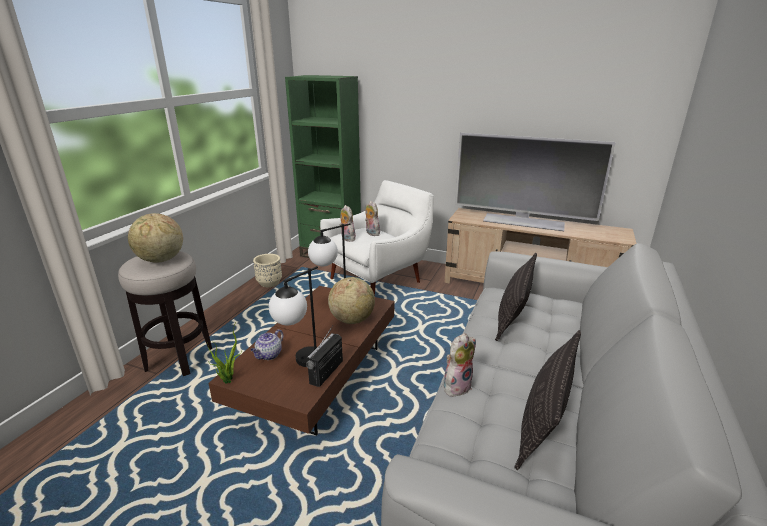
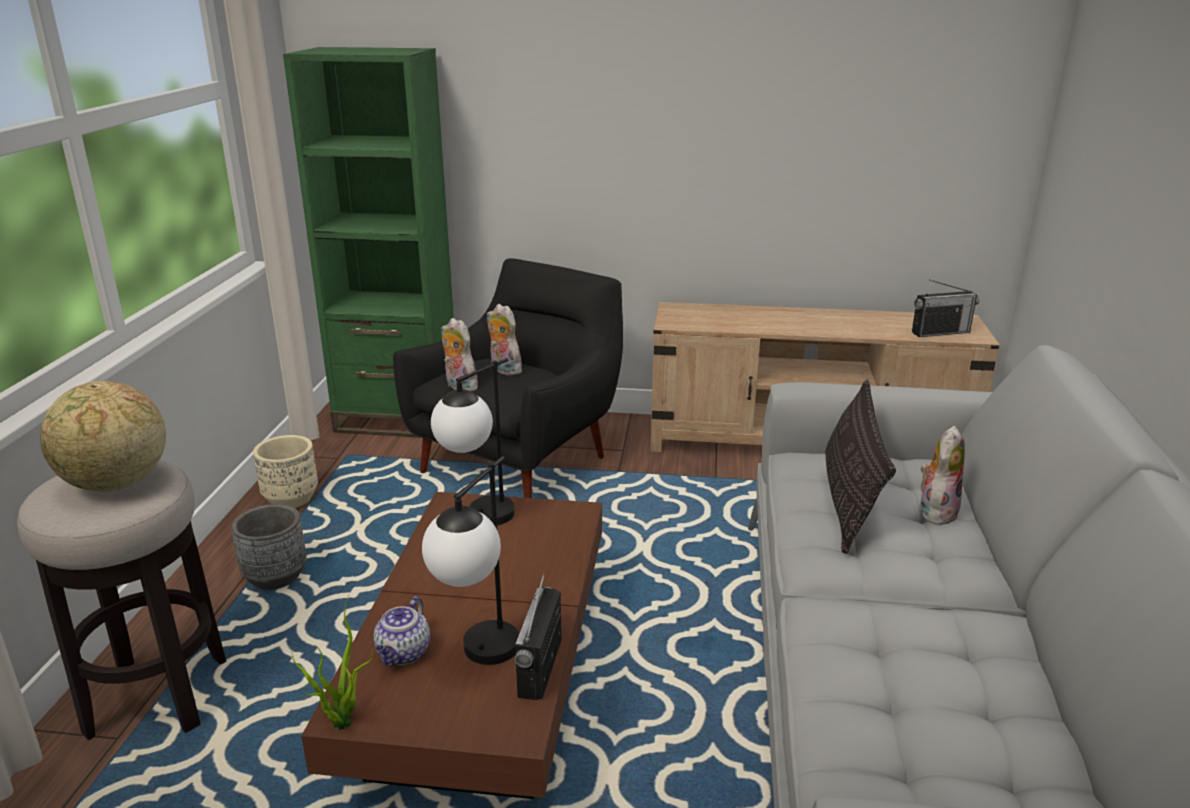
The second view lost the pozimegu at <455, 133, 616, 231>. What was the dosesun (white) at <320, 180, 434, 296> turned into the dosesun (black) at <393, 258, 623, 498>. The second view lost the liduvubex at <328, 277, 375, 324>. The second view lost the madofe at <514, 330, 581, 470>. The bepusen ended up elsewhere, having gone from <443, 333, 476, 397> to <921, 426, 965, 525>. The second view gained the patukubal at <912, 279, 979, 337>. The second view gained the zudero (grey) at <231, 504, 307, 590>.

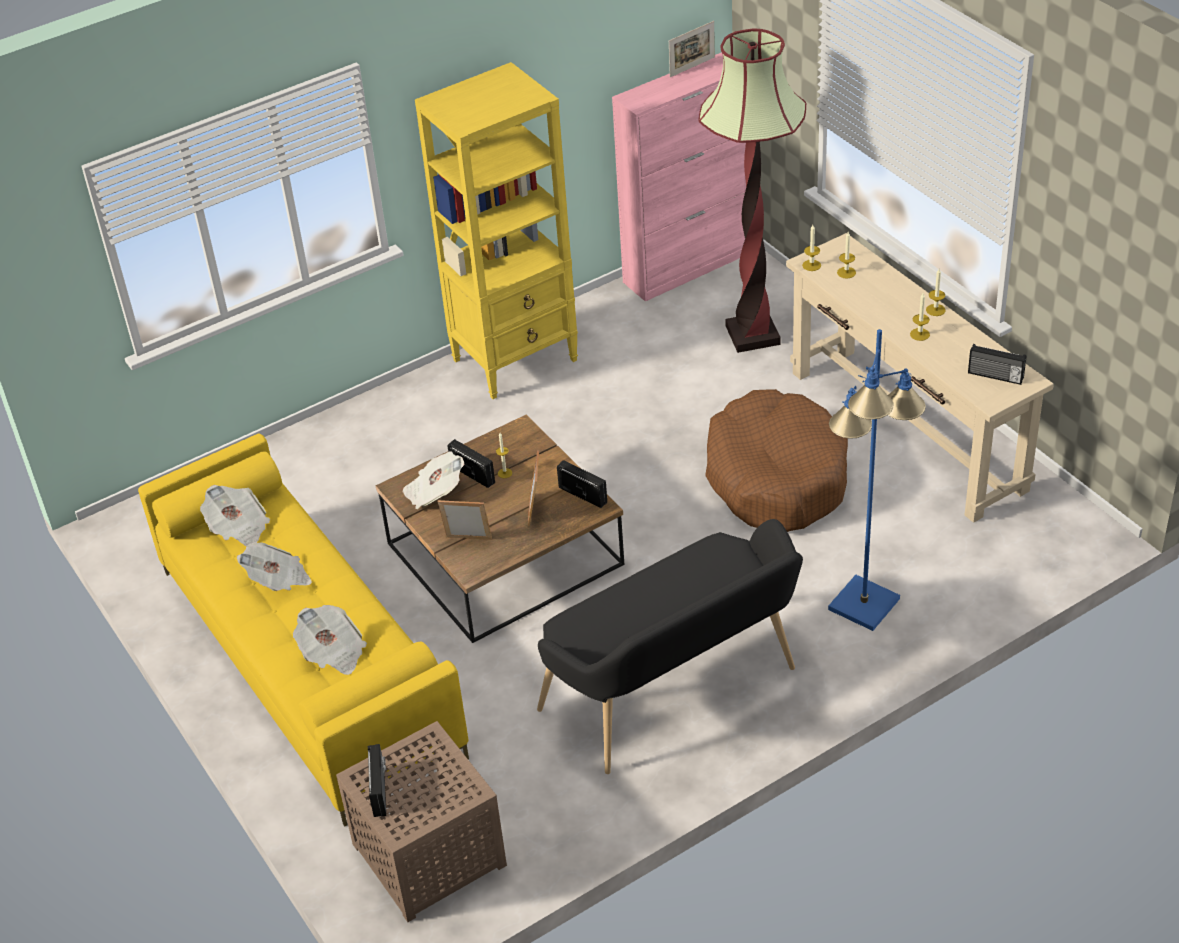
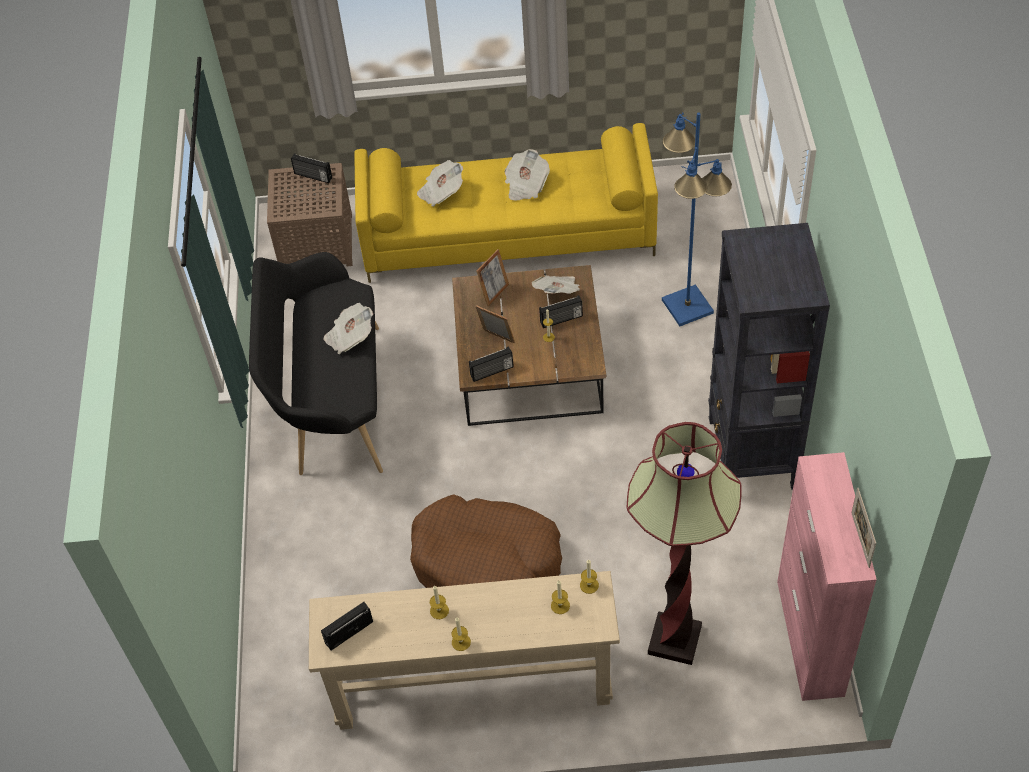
What was the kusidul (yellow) at <415, 62, 578, 399> turned into the kusidul (black) at <708, 223, 830, 490>. The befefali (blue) ended up elsewhere, having gone from <828, 329, 926, 631> to <662, 112, 732, 327>. The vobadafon ended up elsewhere, having gone from <200, 485, 270, 546> to <324, 303, 373, 355>.

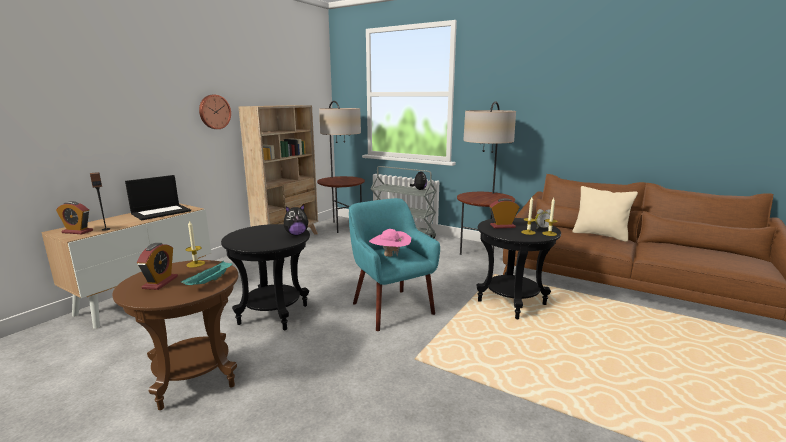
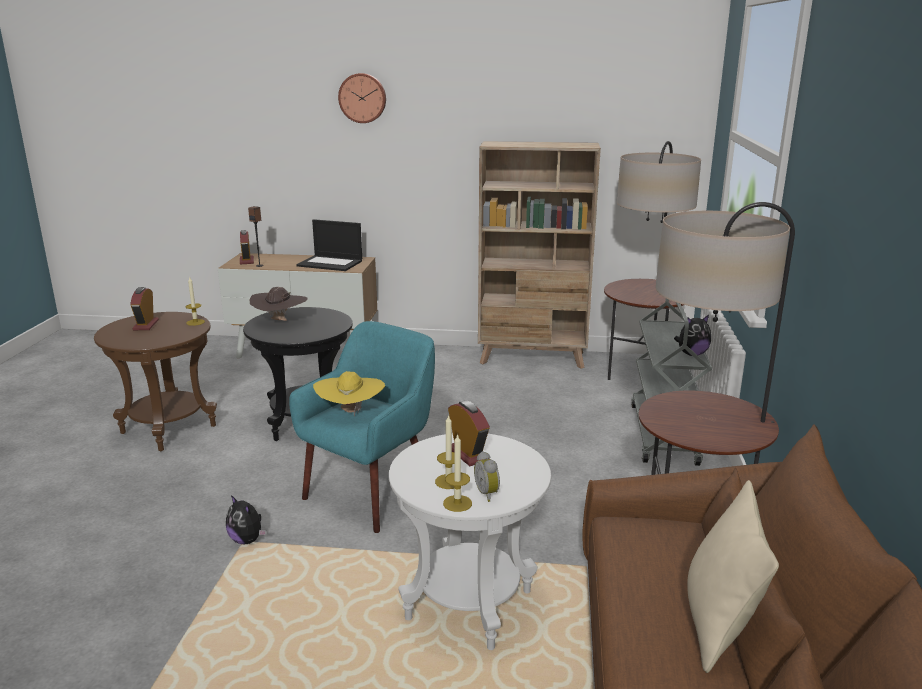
The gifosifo ended up elsewhere, having gone from <199, 95, 231, 129> to <338, 73, 386, 123>. The bepusen ended up elsewhere, having gone from <284, 205, 309, 235> to <226, 495, 267, 544>. What was the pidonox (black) at <477, 218, 561, 319> turned into the pidonox (white) at <389, 433, 551, 650>. What was the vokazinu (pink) at <369, 229, 411, 257> turned into the vokazinu (yellow) at <313, 371, 385, 417>. The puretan at <137, 243, 178, 290> ended up facing another way, 105 degrees clockwise from before. The second view lost the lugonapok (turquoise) at <181, 261, 232, 285>. The second view gained the vokazinu (brown) at <249, 287, 308, 321>.

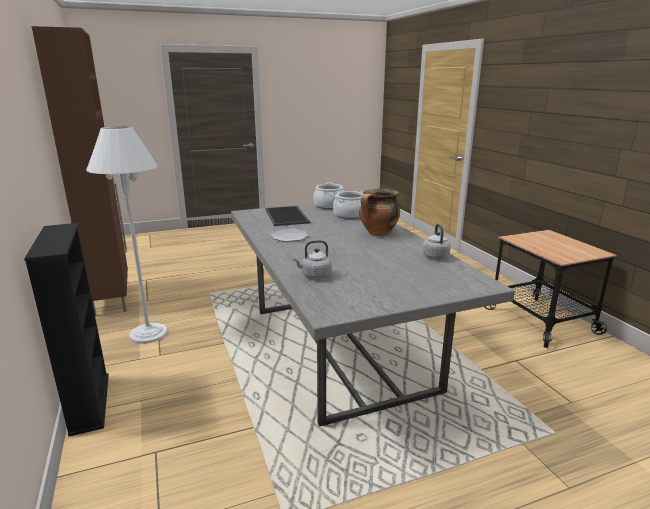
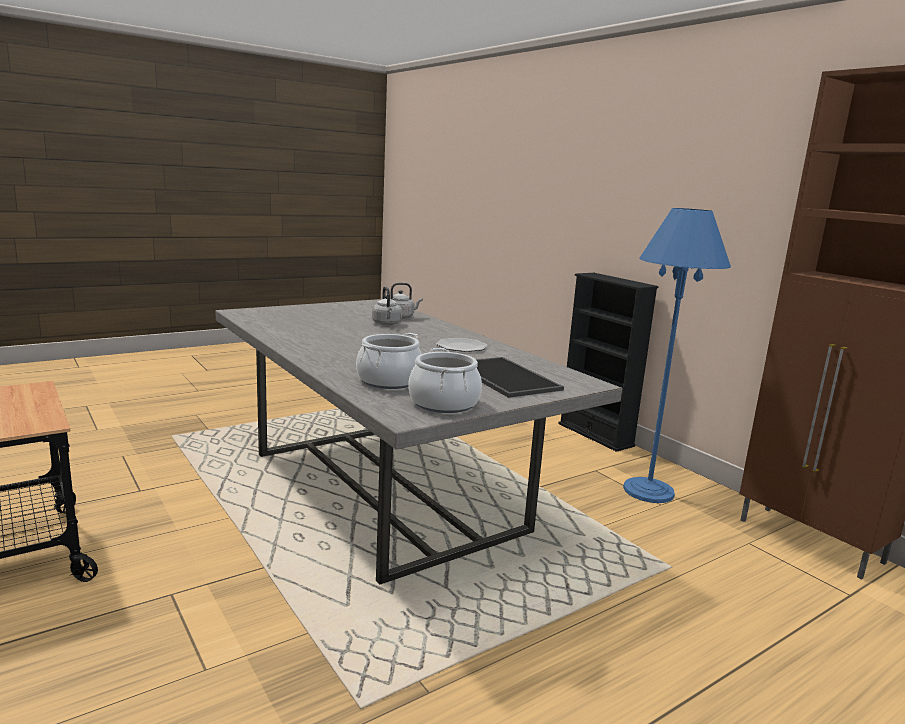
What was the befefali (white) at <86, 126, 168, 344> turned into the befefali (blue) at <623, 208, 731, 503>. The second view lost the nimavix at <359, 189, 400, 236>. The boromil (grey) ended up elsewhere, having gone from <422, 224, 451, 259> to <372, 286, 402, 325>.

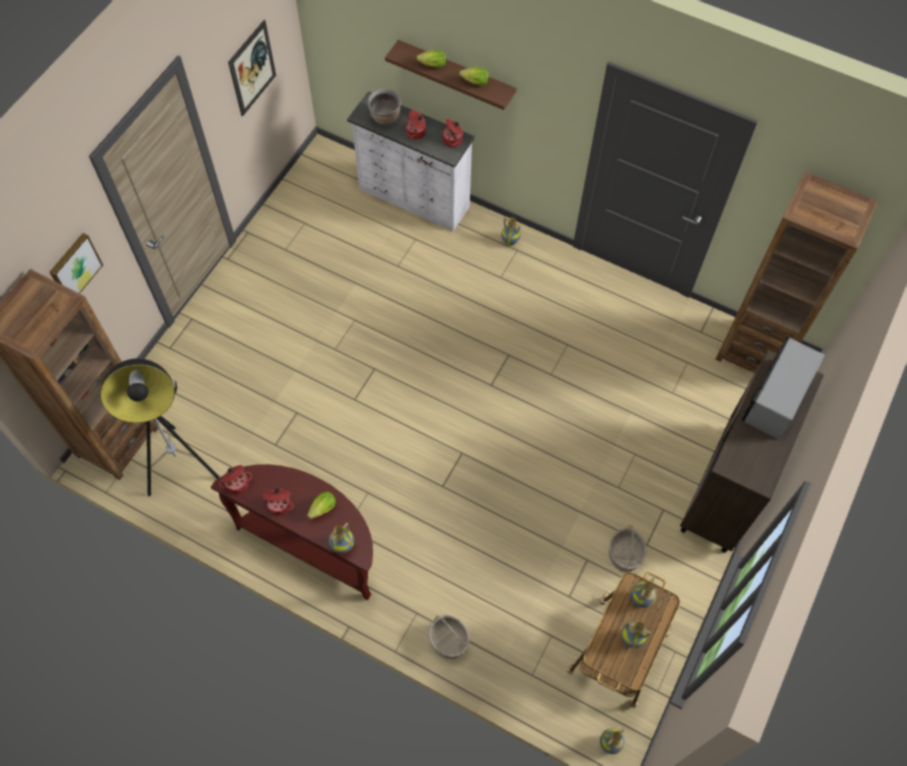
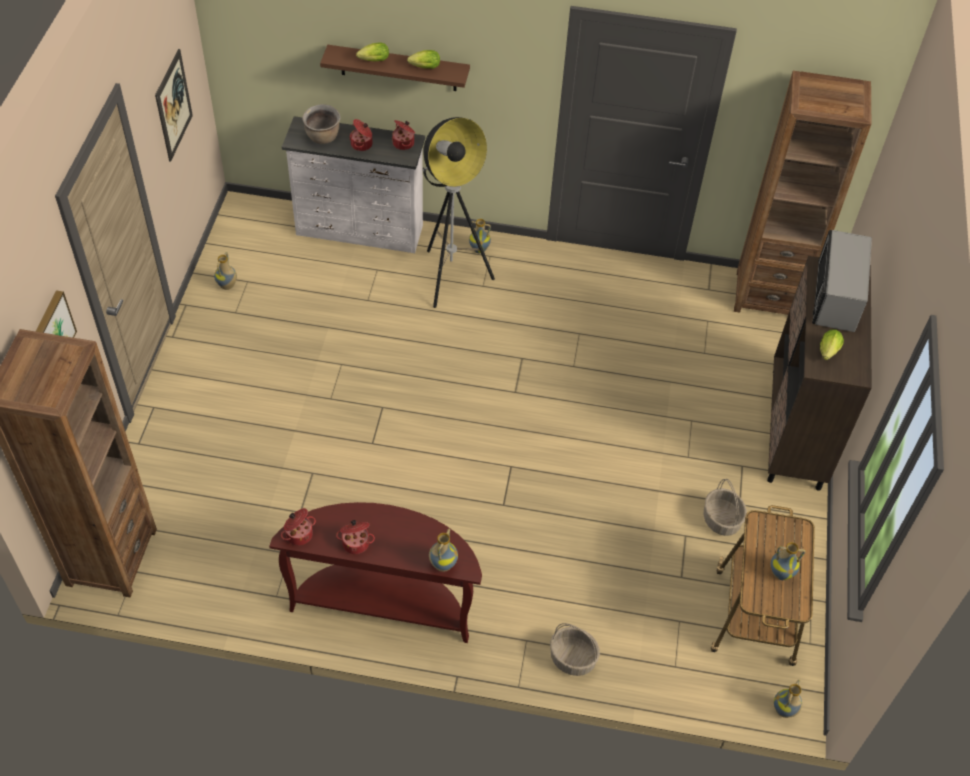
The befefali ended up elsewhere, having gone from <100, 358, 220, 496> to <423, 117, 495, 308>. The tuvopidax ended up elsewhere, having gone from <307, 491, 336, 519> to <820, 329, 844, 360>. The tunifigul ended up elsewhere, having gone from <630, 577, 656, 608> to <214, 252, 237, 290>.

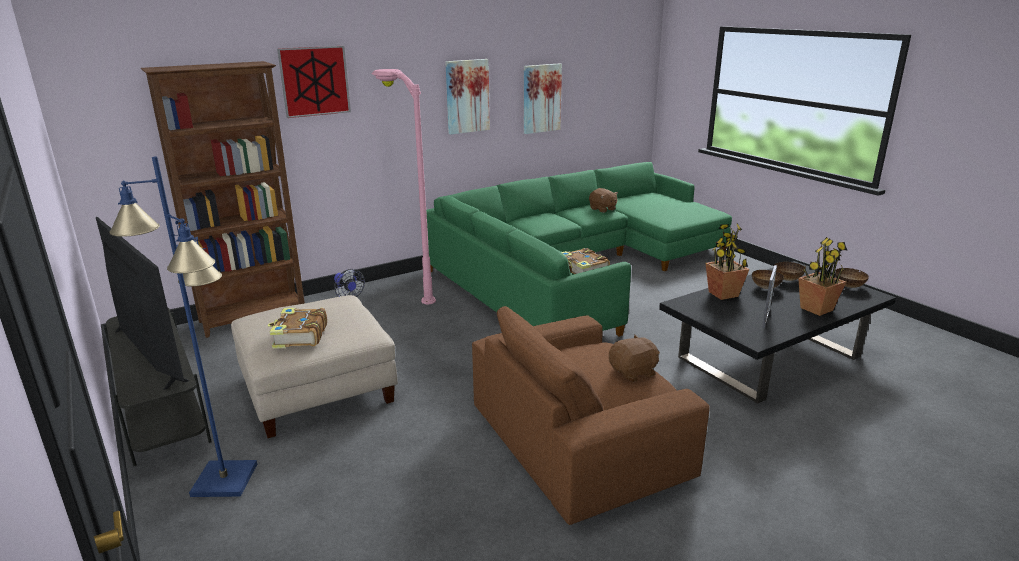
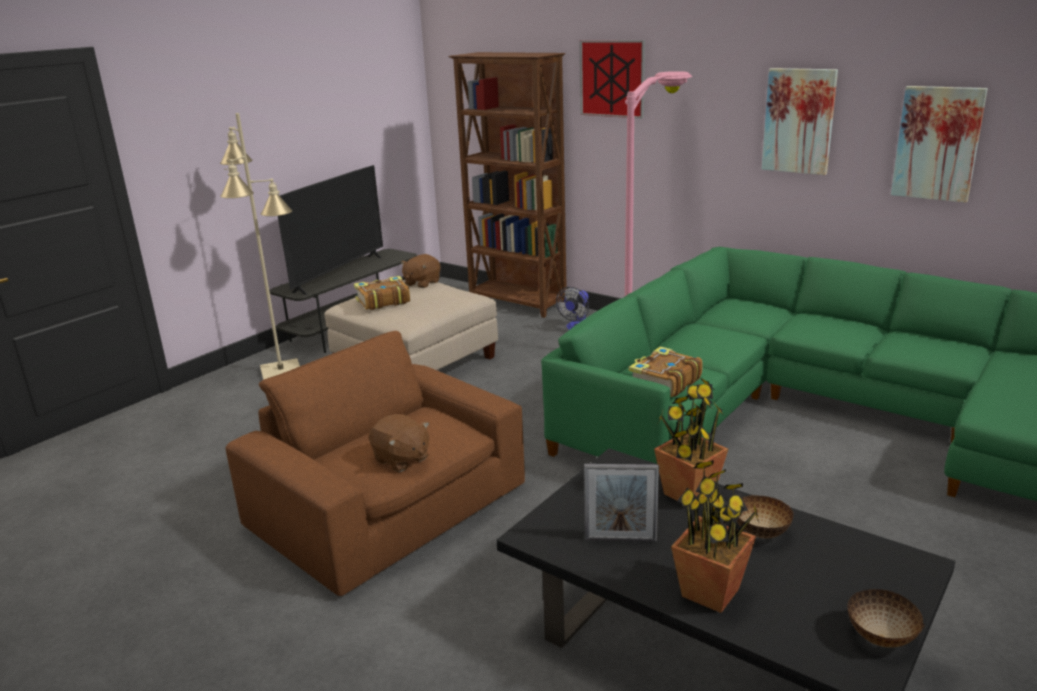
What was the befefali (blue) at <109, 156, 257, 497> turned into the befefali (beige) at <220, 113, 300, 380>. The bepusen (brown) ended up elsewhere, having gone from <589, 188, 618, 213> to <401, 254, 441, 288>. The second view lost the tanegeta at <775, 262, 806, 281>.

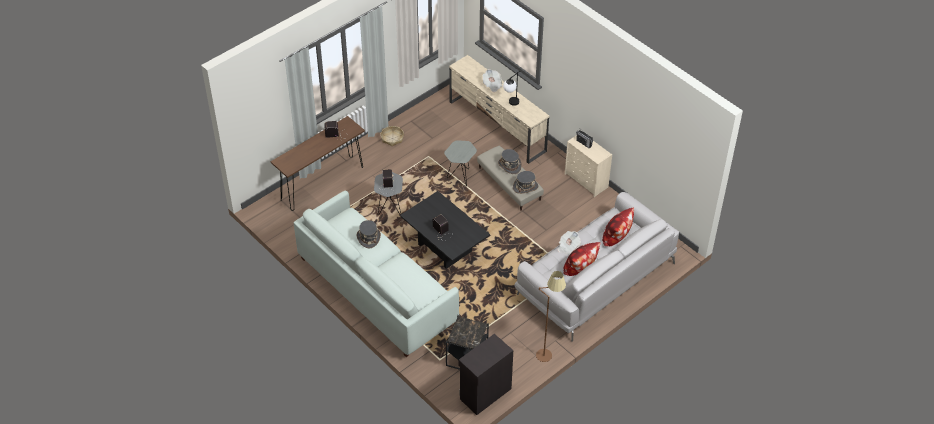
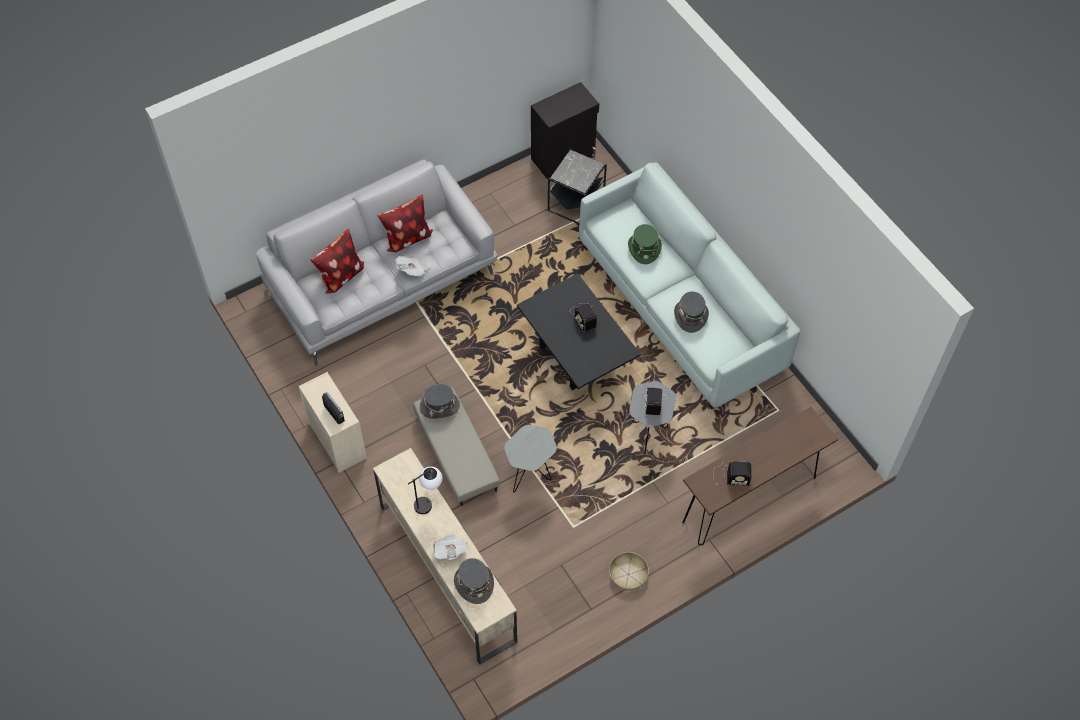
The vokazinu (grey) ended up elsewhere, having gone from <498, 149, 522, 174> to <454, 558, 494, 604>. The second view lost the befefali (brown) at <536, 271, 566, 362>. The second view gained the vokazinu (green) at <628, 224, 662, 264>.

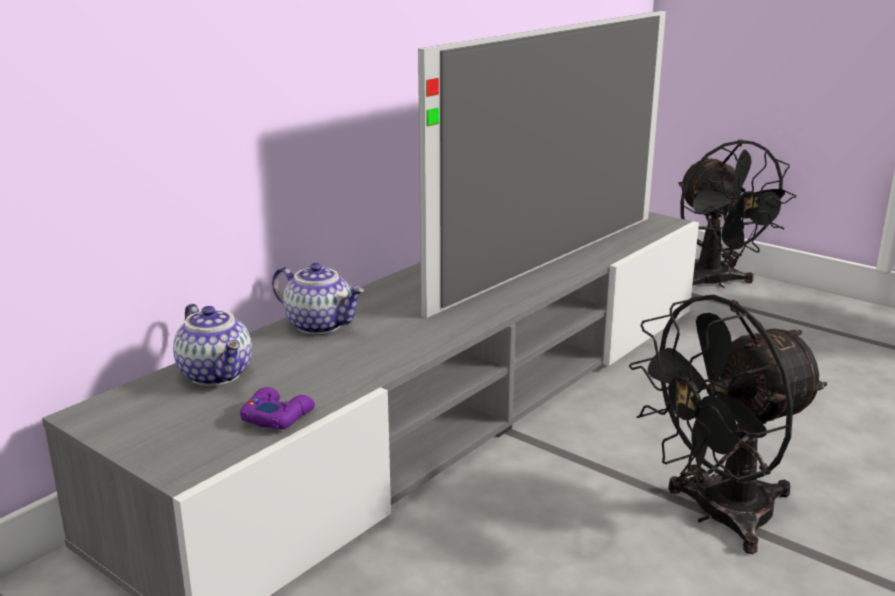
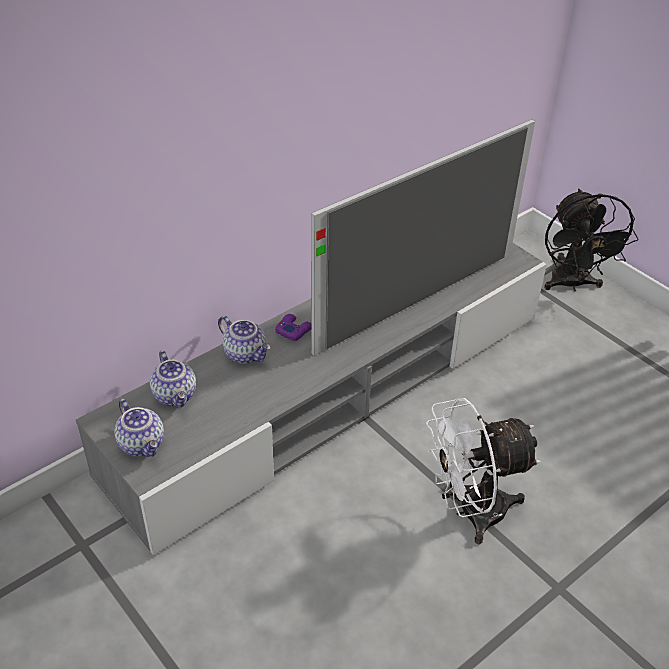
What was the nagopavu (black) at <629, 294, 827, 554> turned into the nagopavu (white) at <426, 398, 541, 544>. The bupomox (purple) ended up elsewhere, having gone from <240, 387, 315, 429> to <275, 314, 311, 341>. The second view gained the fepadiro at <114, 399, 164, 457>.

